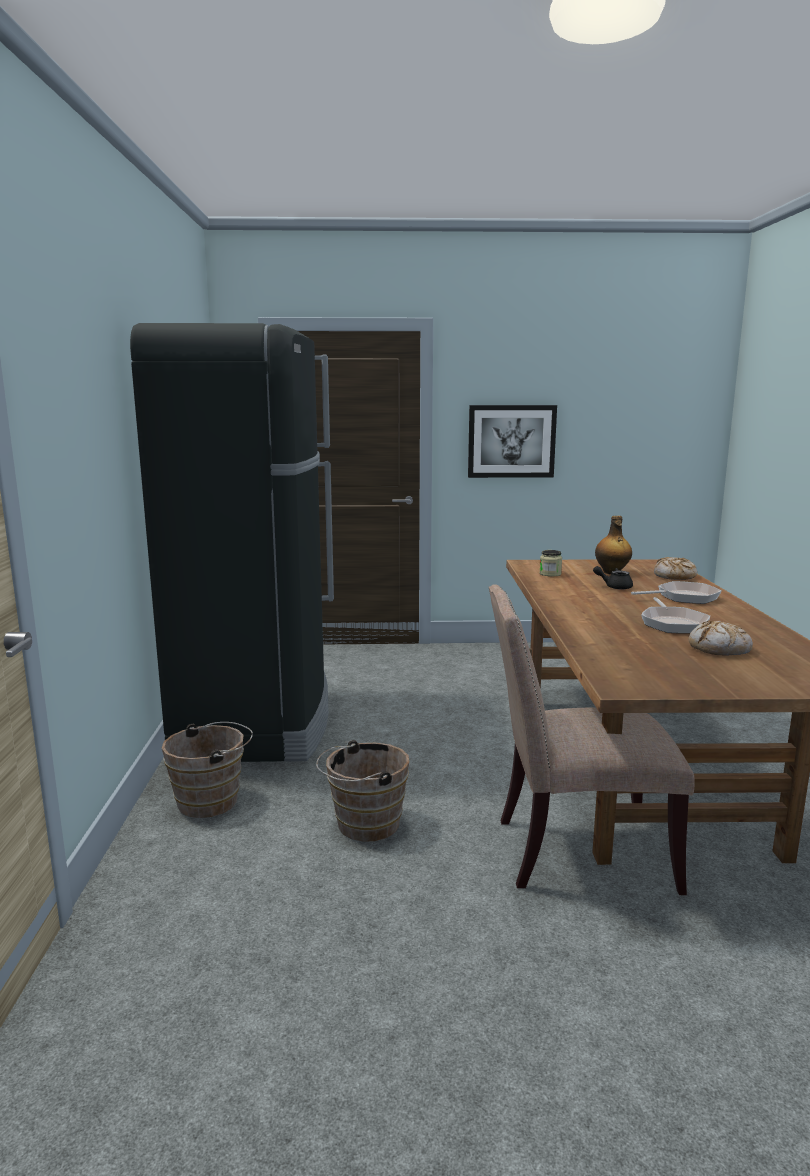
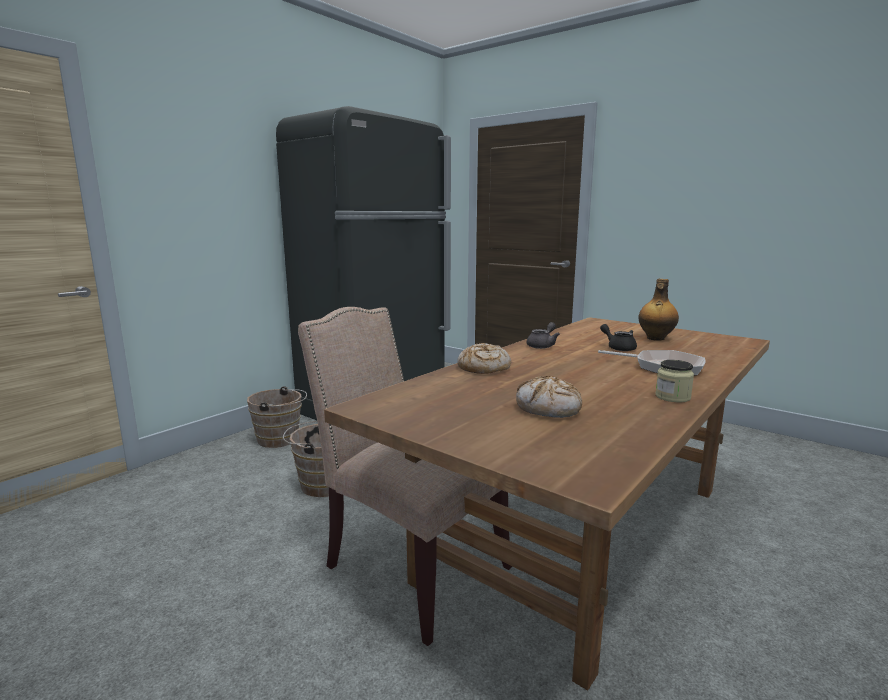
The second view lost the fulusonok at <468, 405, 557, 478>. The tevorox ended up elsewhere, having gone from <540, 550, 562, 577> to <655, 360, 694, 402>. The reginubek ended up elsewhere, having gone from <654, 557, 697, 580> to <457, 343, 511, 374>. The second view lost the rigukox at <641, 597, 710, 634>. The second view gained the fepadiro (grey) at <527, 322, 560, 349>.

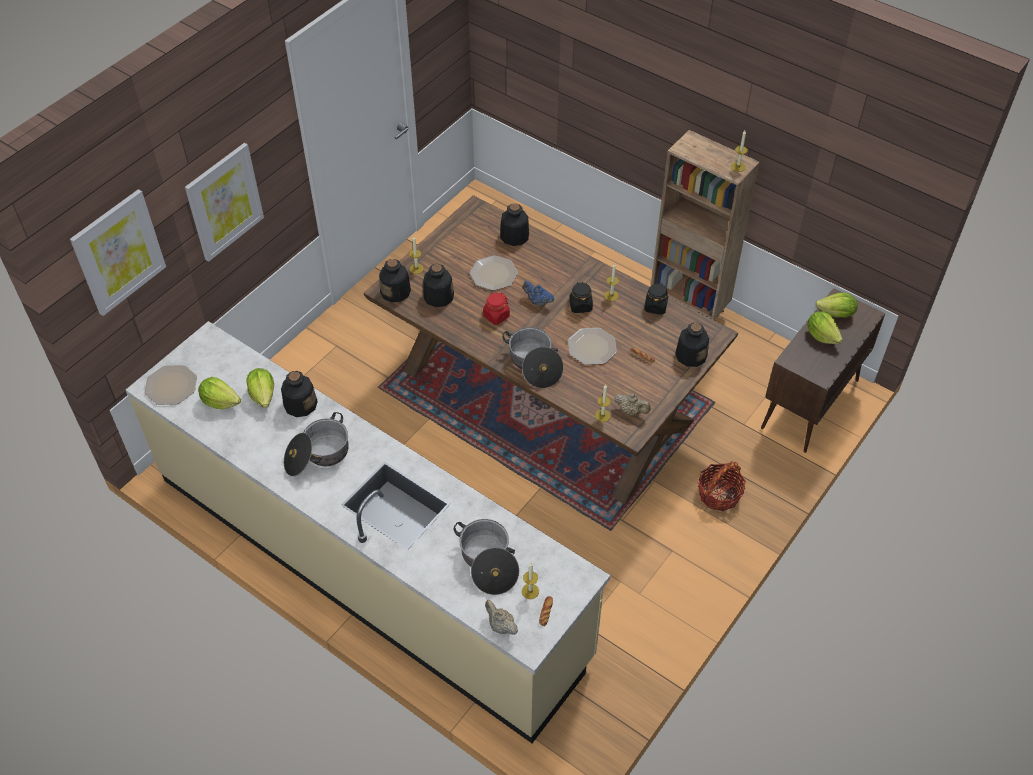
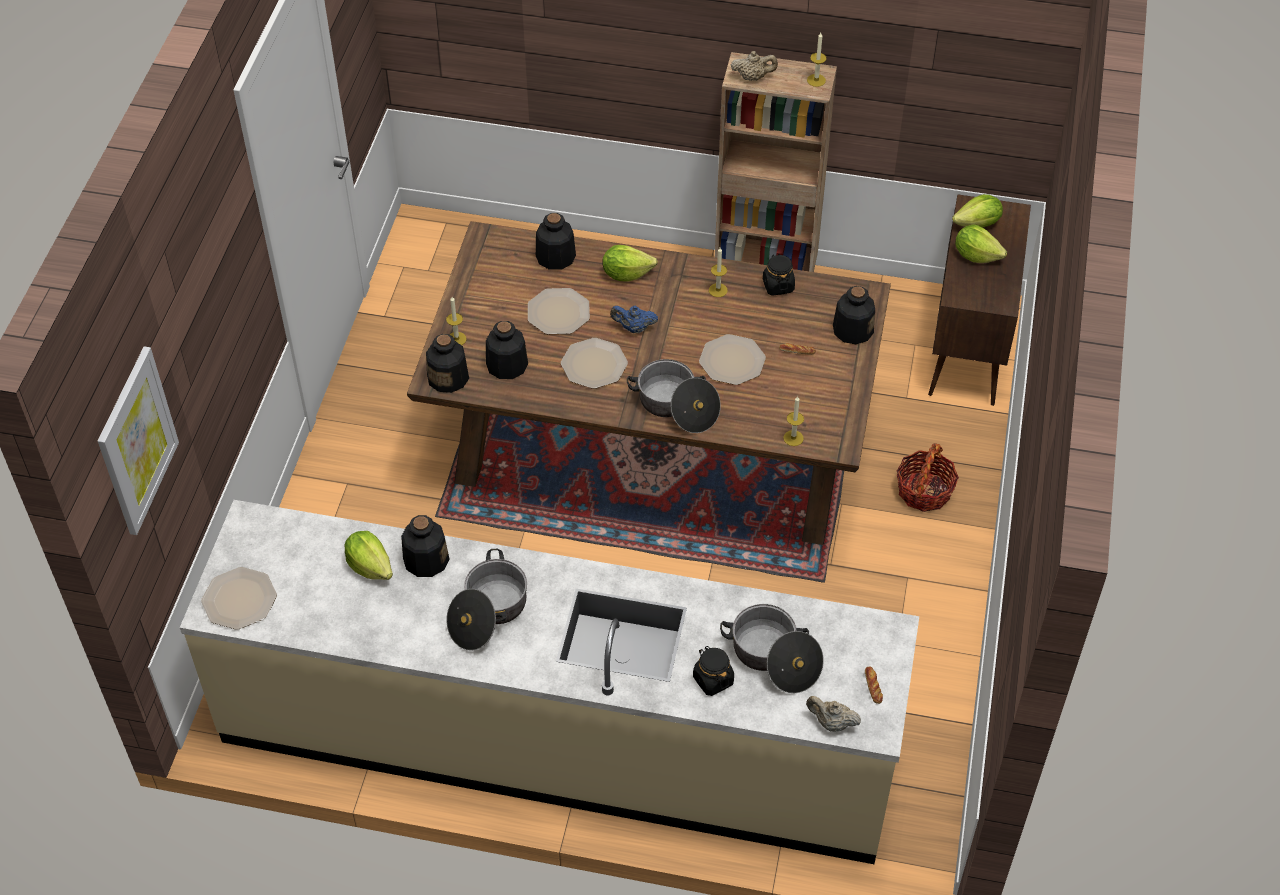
The second view lost the fulusonok at <185, 143, 264, 262>. The tevorox (black) ended up elsewhere, having gone from <569, 282, 593, 313> to <693, 646, 734, 696>. Where the tevorox (red) stood at <483, 293, 510, 325>, the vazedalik came to stand at <561, 338, 628, 389>. The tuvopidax ended up elsewhere, having gone from <198, 377, 241, 409> to <603, 245, 658, 281>. The fepadiro (beige) ended up elsewhere, having gone from <614, 394, 651, 416> to <730, 51, 778, 81>. The second view lost the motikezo at <522, 563, 539, 599>.

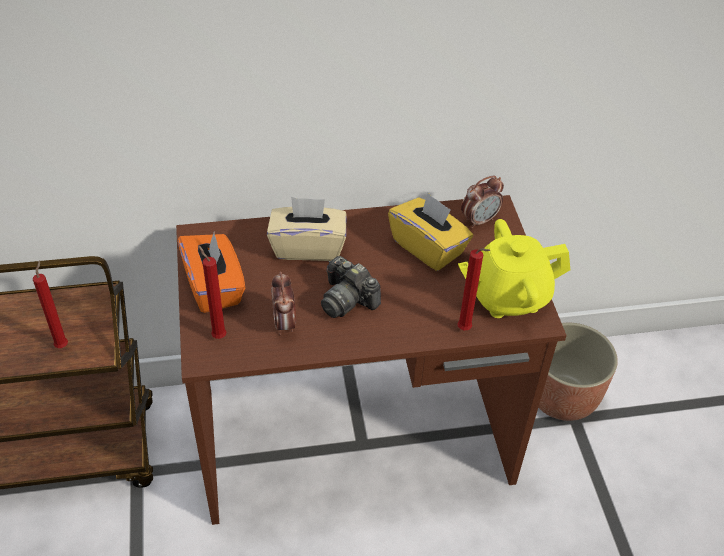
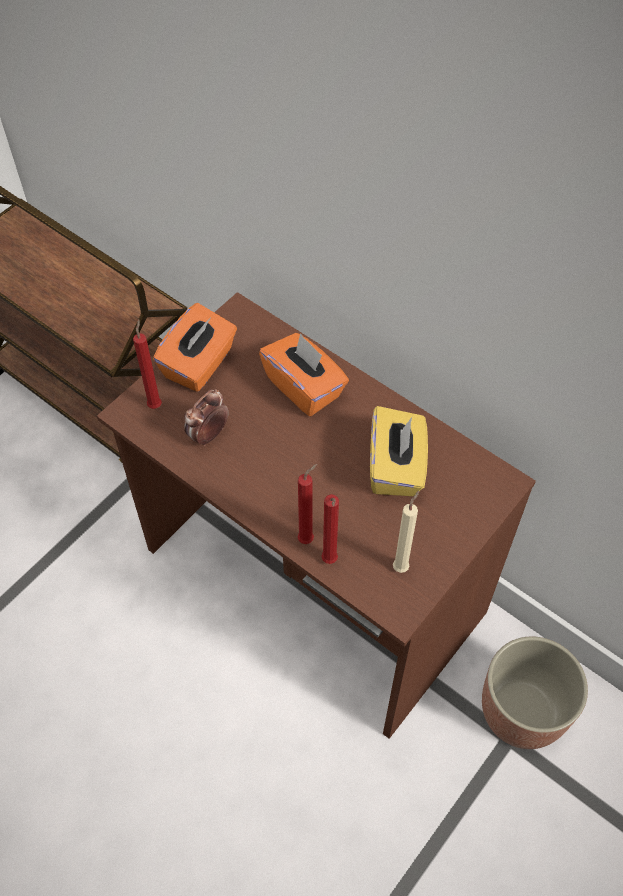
The second view lost the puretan at <461, 176, 504, 229>. What was the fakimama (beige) at <267, 197, 346, 261> turned into the fakimama (orange) at <259, 333, 349, 416>. Where the fepadiro (yellow) stood at <458, 219, 570, 318>, the motikezo (beige) came to stand at <393, 491, 419, 573>. The second view lost the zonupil at <321, 256, 381, 318>. The motikezo (red) ended up elsewhere, having gone from <33, 260, 68, 348> to <298, 464, 317, 544>.

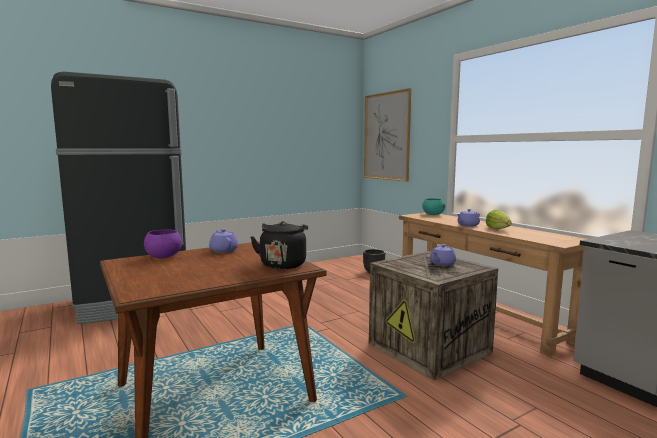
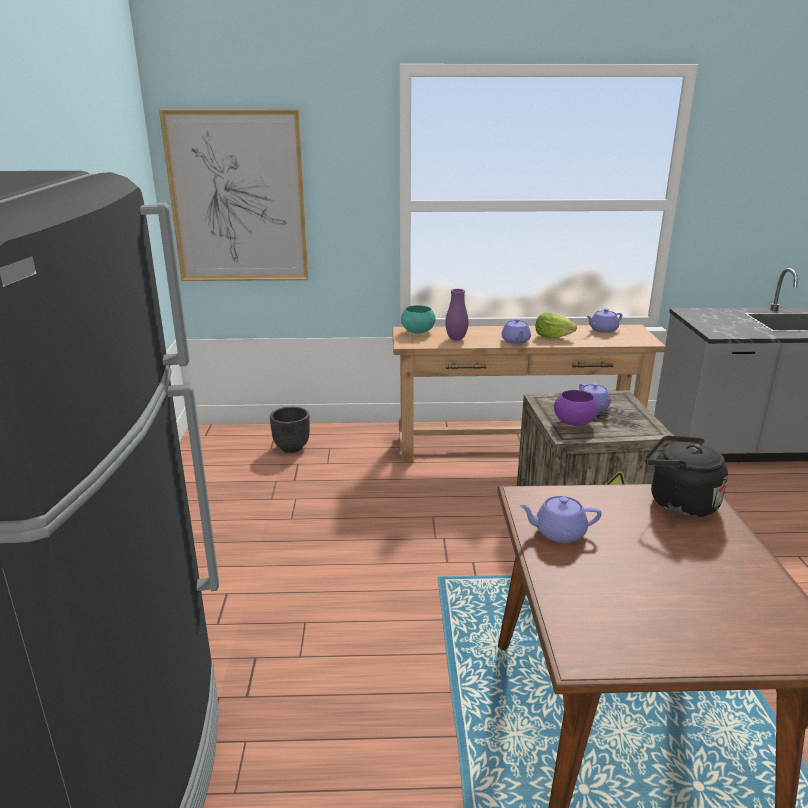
The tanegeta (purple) ended up elsewhere, having gone from <144, 229, 182, 258> to <554, 390, 598, 426>. The second view gained the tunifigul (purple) at <445, 289, 469, 340>. The second view gained the fepadiro (purple) at <586, 309, 623, 333>.

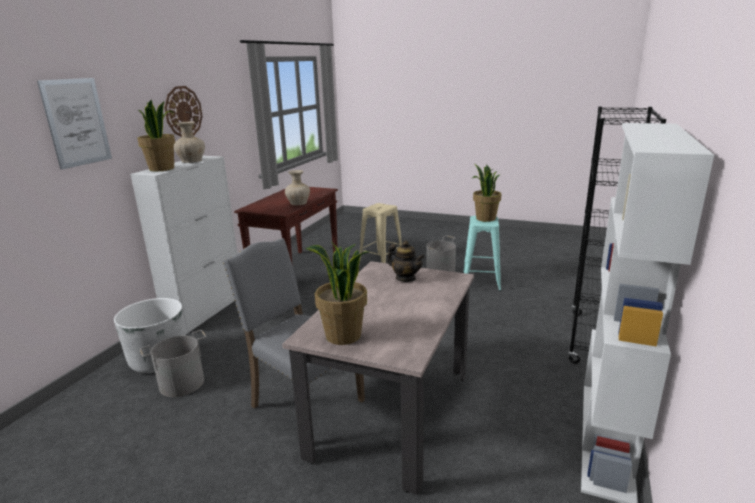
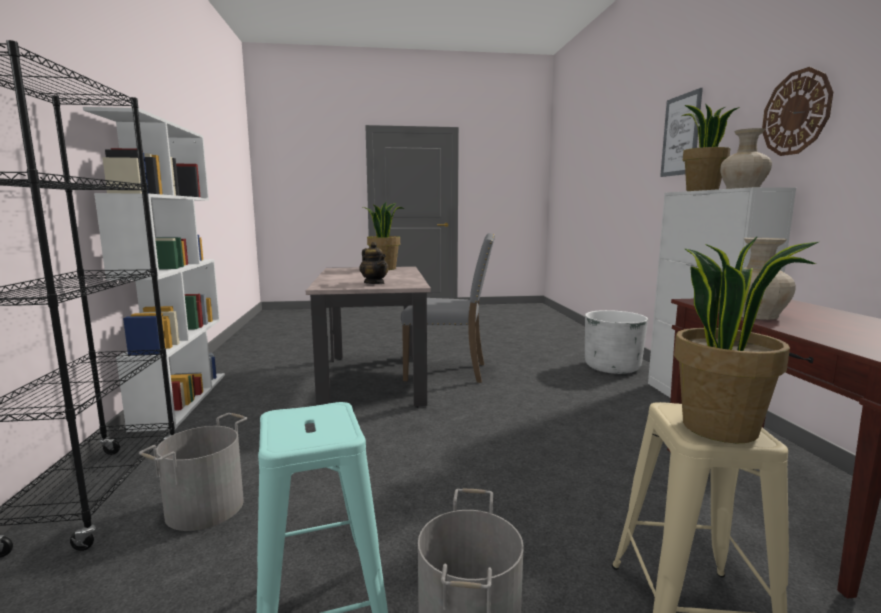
The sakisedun ended up elsewhere, having gone from <473, 164, 501, 222> to <674, 236, 819, 443>. The fepadiro at <387, 241, 425, 282> ended up facing another way, 135 degrees counterclockwise from before. The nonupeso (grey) ended up elsewhere, having gone from <140, 330, 207, 397> to <139, 413, 247, 531>.

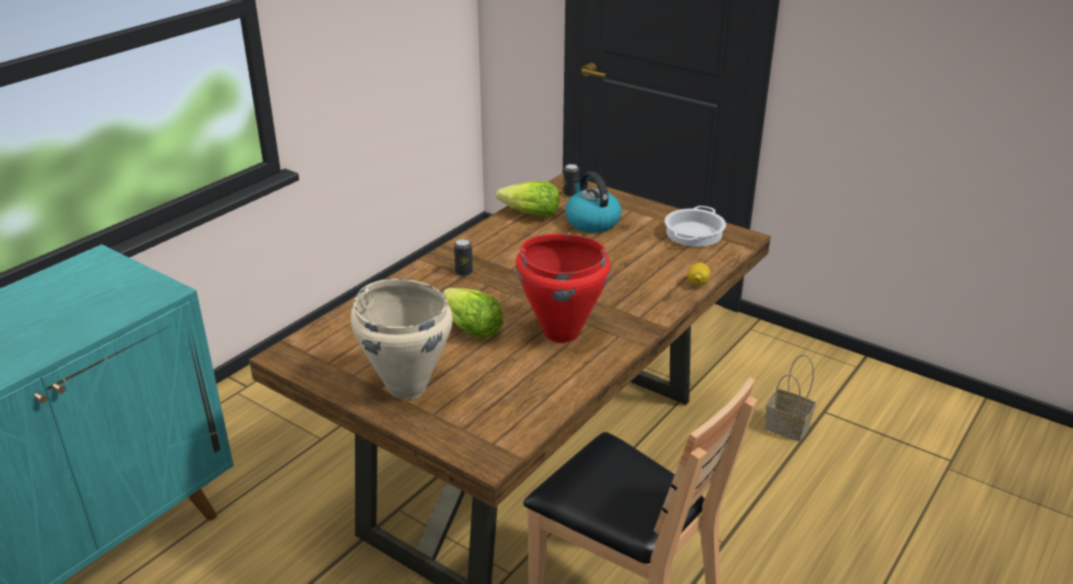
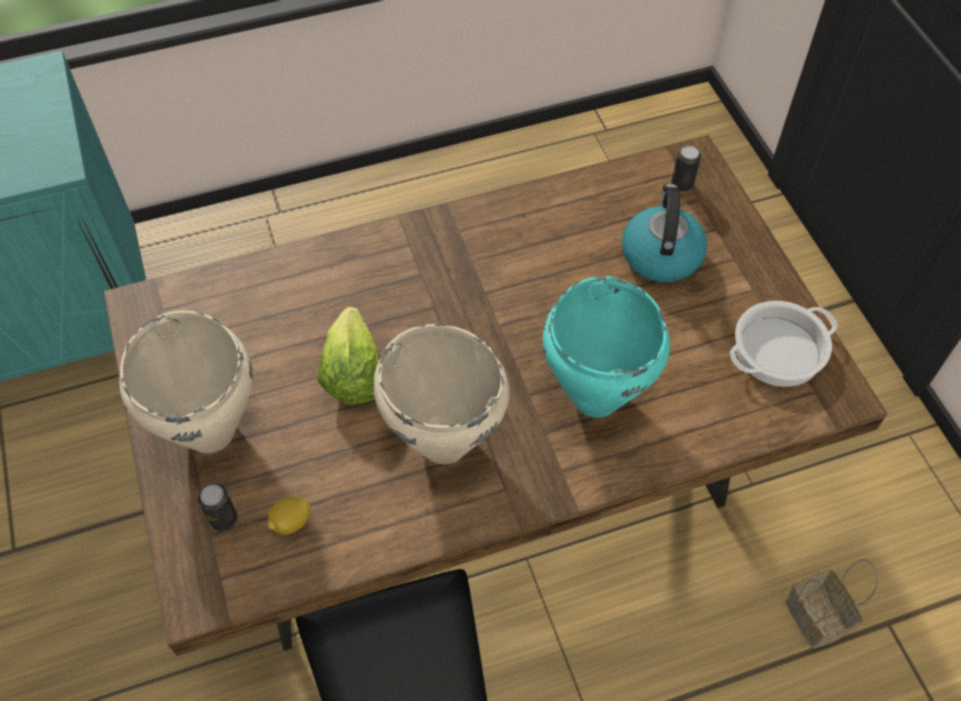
The second view lost the tuvopidax at <496, 181, 560, 217>. What was the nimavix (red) at <516, 234, 611, 343> turned into the nimavix (beige) at <374, 324, 510, 464>. The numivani ended up elsewhere, having gone from <454, 239, 473, 276> to <198, 484, 237, 531>. The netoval ended up elsewhere, having gone from <687, 263, 710, 286> to <267, 496, 311, 535>. The second view gained the nimavix (turquoise) at <543, 276, 670, 418>.

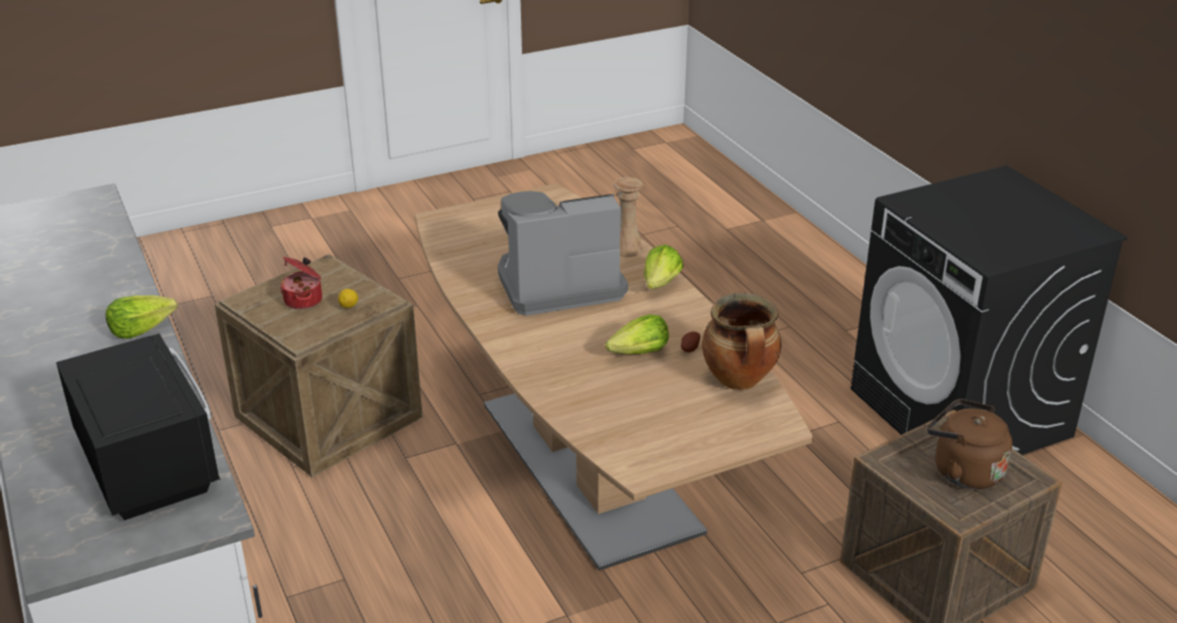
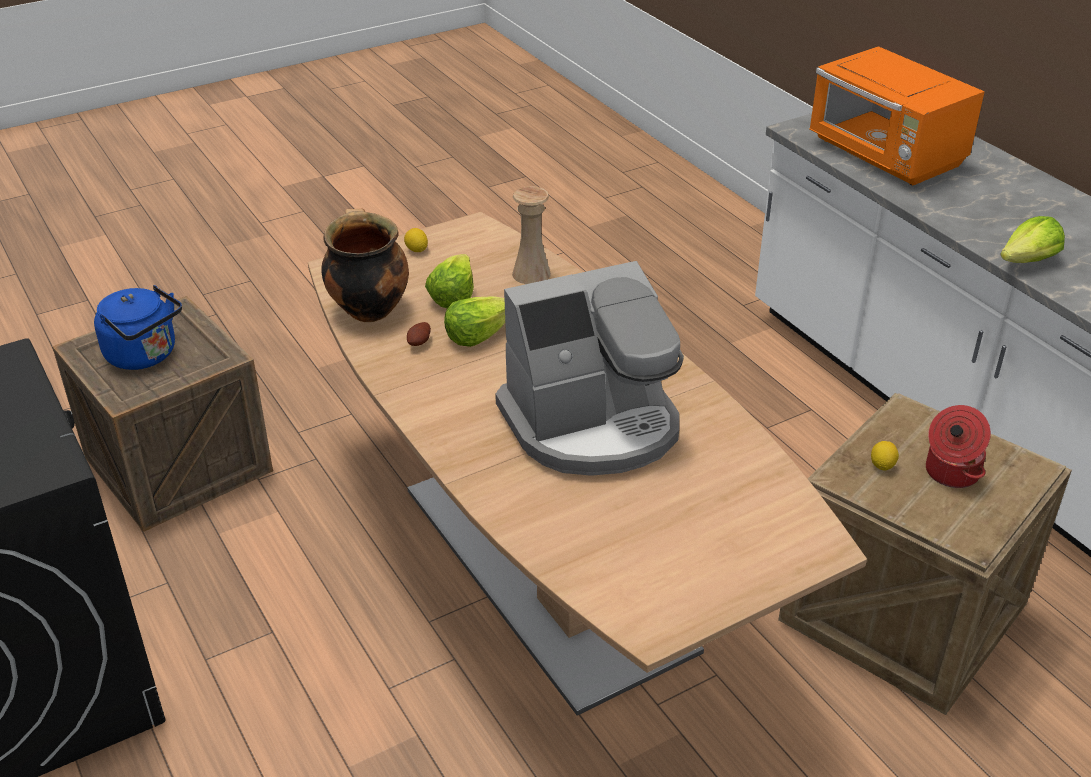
The tunifigul (beige) ended up elsewhere, having gone from <614, 177, 643, 257> to <512, 186, 551, 284>. The tuvopidax ended up elsewhere, having gone from <644, 245, 684, 289> to <425, 254, 474, 308>. What was the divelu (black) at <56, 334, 221, 520> turned into the divelu (orange) at <809, 46, 985, 185>. What was the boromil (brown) at <927, 399, 1012, 489> turned into the boromil (blue) at <94, 285, 182, 370>. The second view gained the netoval at <404, 228, 428, 252>.

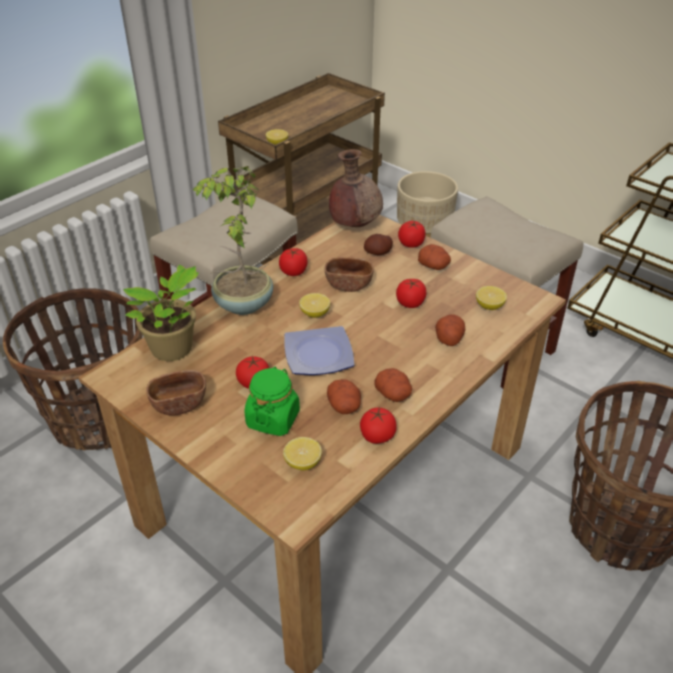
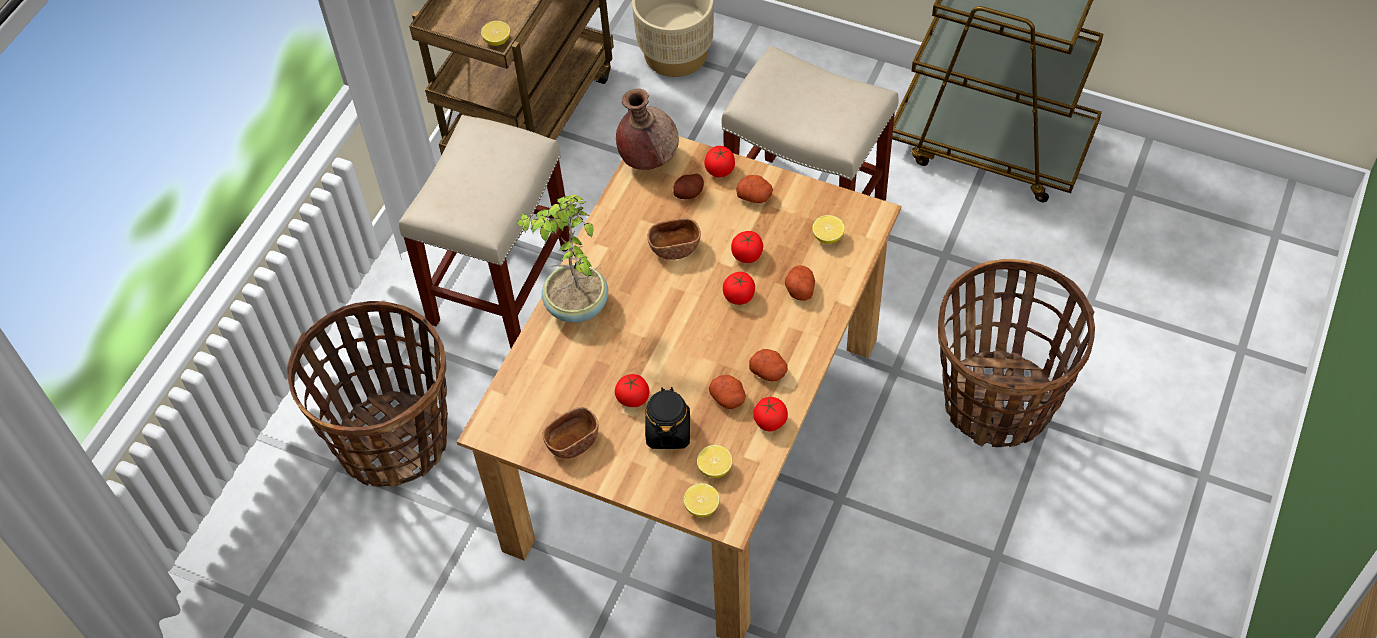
The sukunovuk ended up elsewhere, having gone from <279, 248, 308, 276> to <723, 272, 755, 305>. The second view lost the sakisedun at <123, 265, 199, 361>. The netoval ended up elsewhere, having gone from <299, 293, 330, 318> to <683, 483, 720, 517>. The second view lost the vazedalik at <285, 326, 354, 375>. What was the tevorox (green) at <244, 367, 300, 436> turned into the tevorox (black) at <645, 387, 690, 449>.

